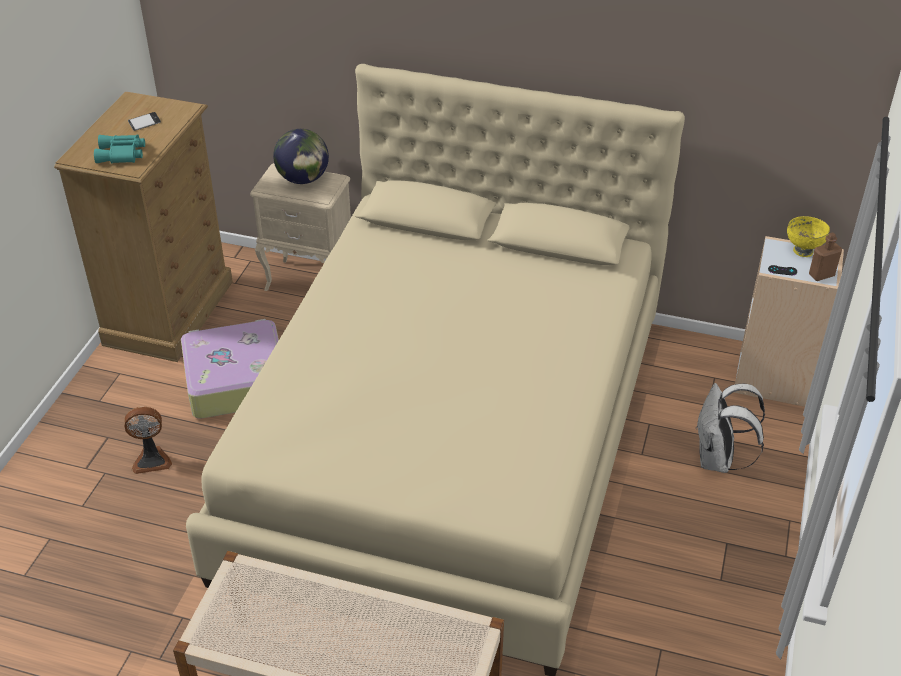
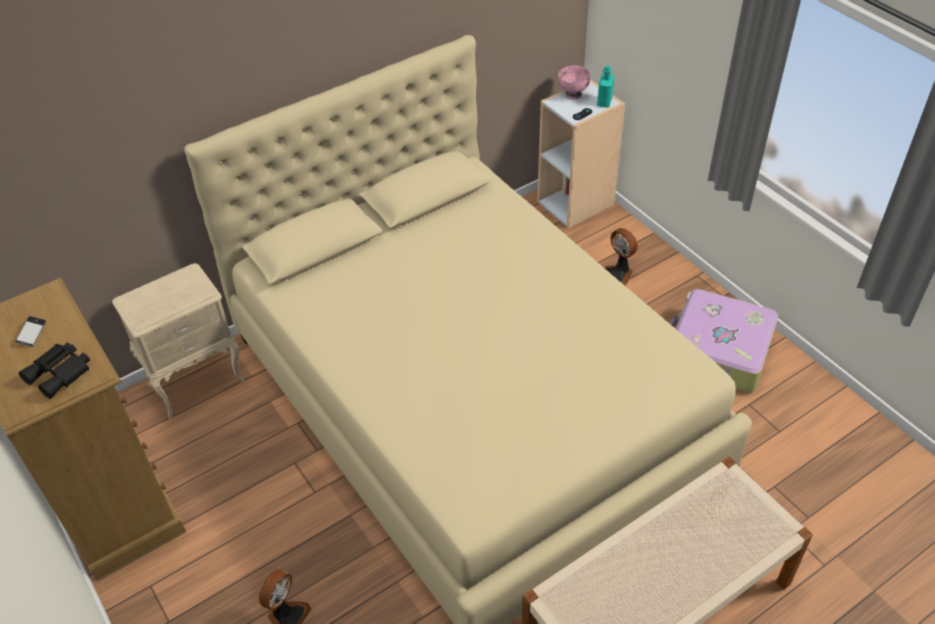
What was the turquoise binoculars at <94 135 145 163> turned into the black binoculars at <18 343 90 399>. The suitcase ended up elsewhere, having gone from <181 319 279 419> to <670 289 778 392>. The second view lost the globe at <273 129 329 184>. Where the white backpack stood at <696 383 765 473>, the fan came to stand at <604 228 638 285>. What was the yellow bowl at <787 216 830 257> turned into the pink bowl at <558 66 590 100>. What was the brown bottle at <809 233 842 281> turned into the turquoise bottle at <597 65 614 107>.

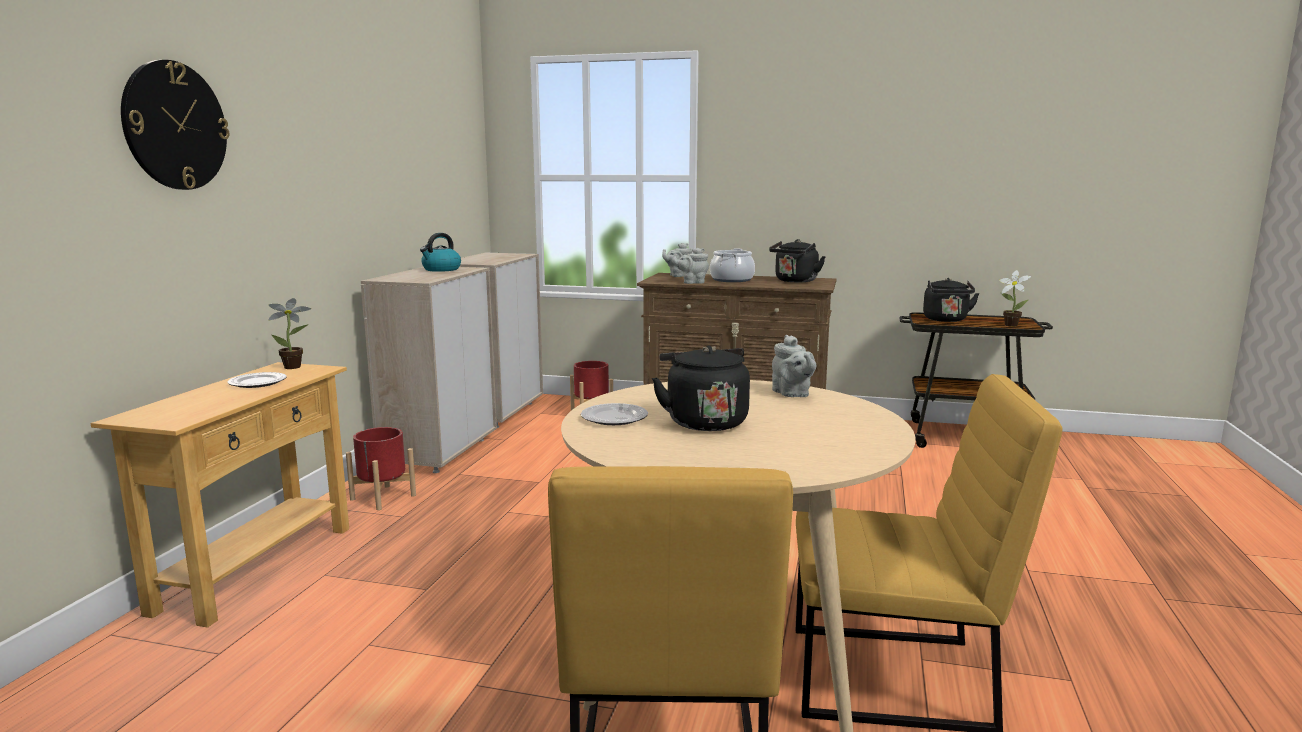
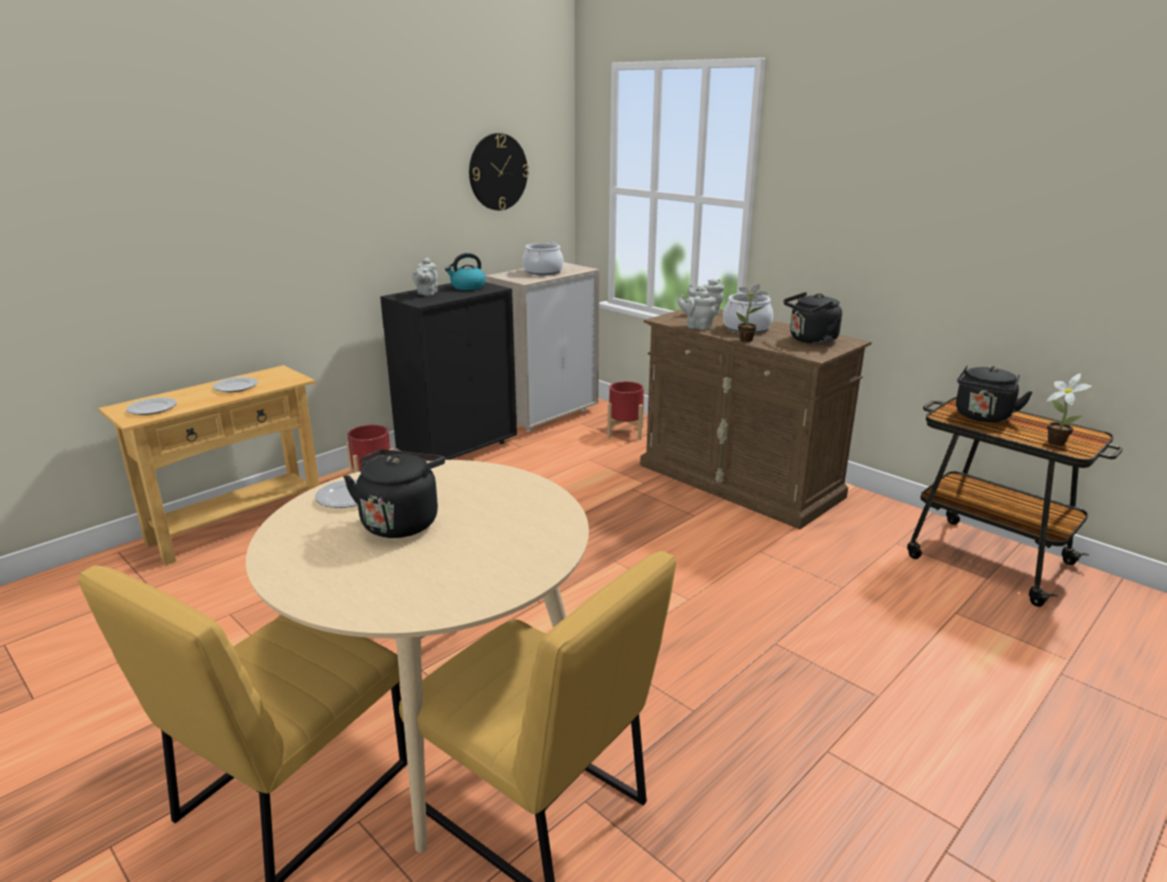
The wall clock ended up elsewhere, having gone from <121 60 229 190> to <469 133 529 211>. The potted plant ended up elsewhere, having gone from <268 298 311 369> to <735 285 770 342>. What was the beige cabinet at <361 267 497 473> turned into the black cabinet at <380 282 517 460>. The grey teapot ended up elsewhere, having gone from <772 335 817 397> to <412 257 438 296>. The second view gained the plate at <126 398 177 415>. The second view gained the cooking pot at <522 242 564 275>.

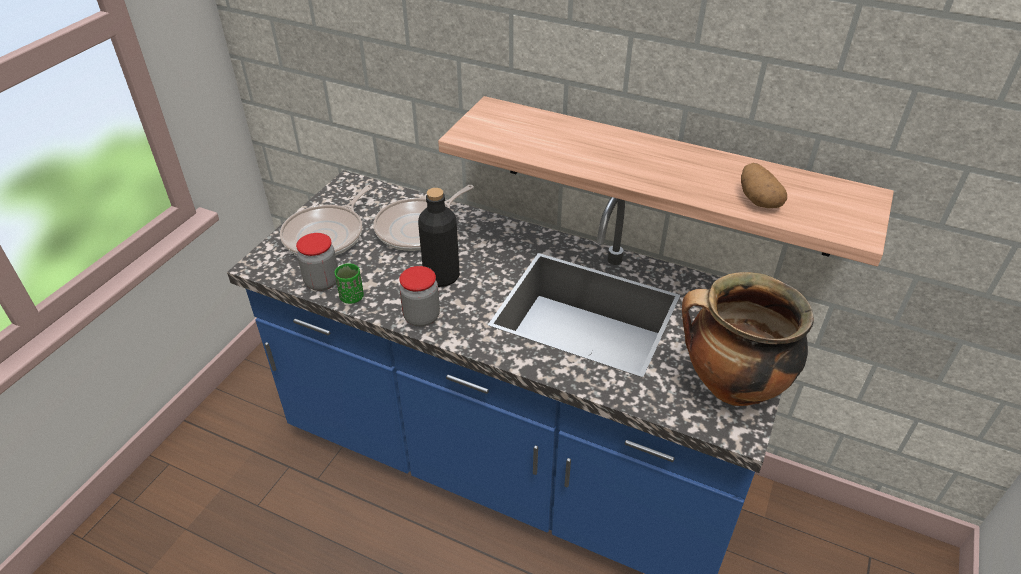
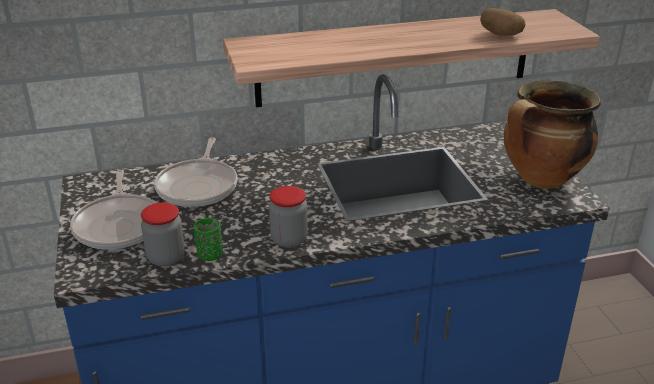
The second view lost the black bottle at <418 188 460 287>.

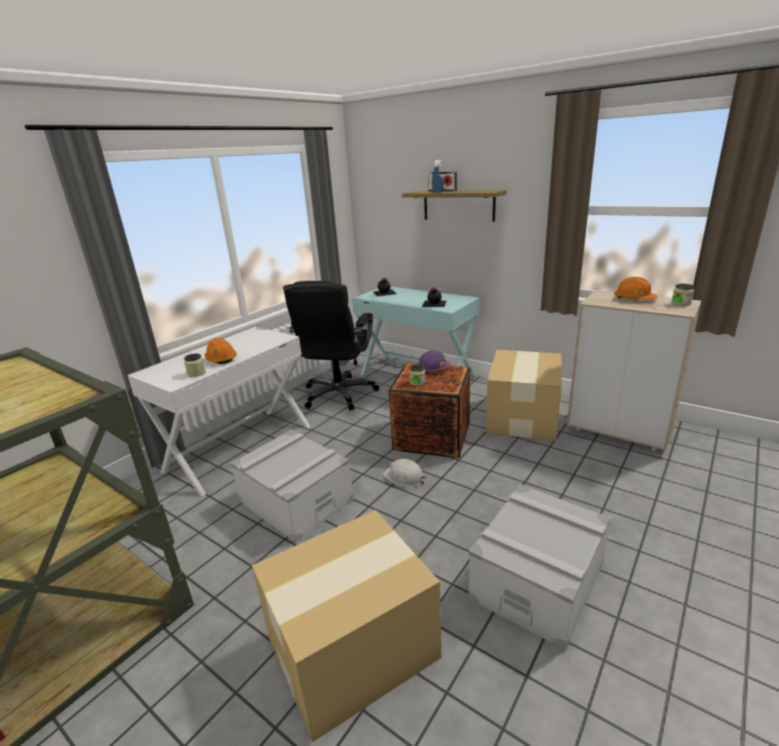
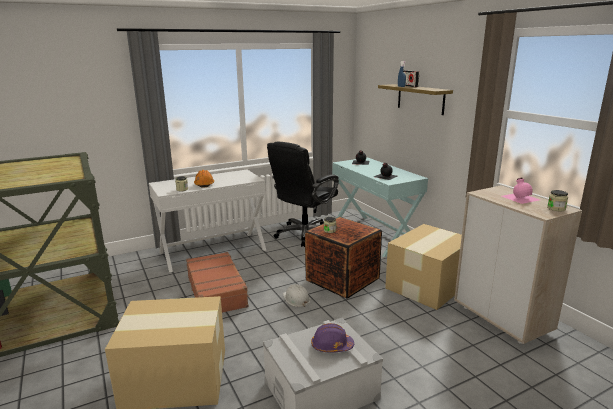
Where the grey storage box stood at <230 430 354 543>, the brown suitcase came to stand at <186 252 250 313>. The purple hard hat ended up elsewhere, having gone from <419 350 451 373> to <311 323 354 353>. Where the orange hard hat stood at <614 277 658 300>, the pink bottle came to stand at <502 178 540 204>.

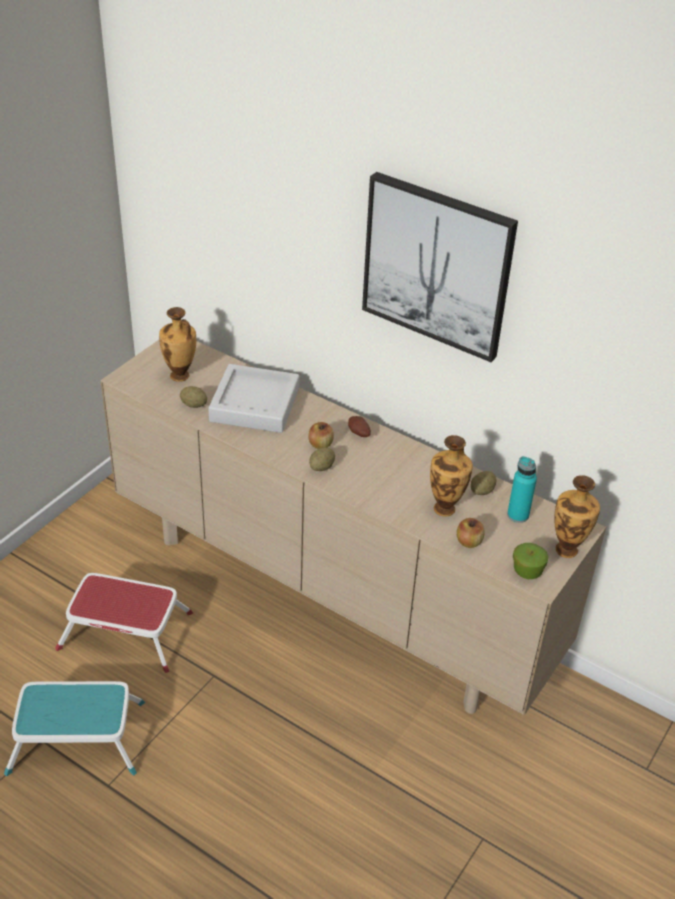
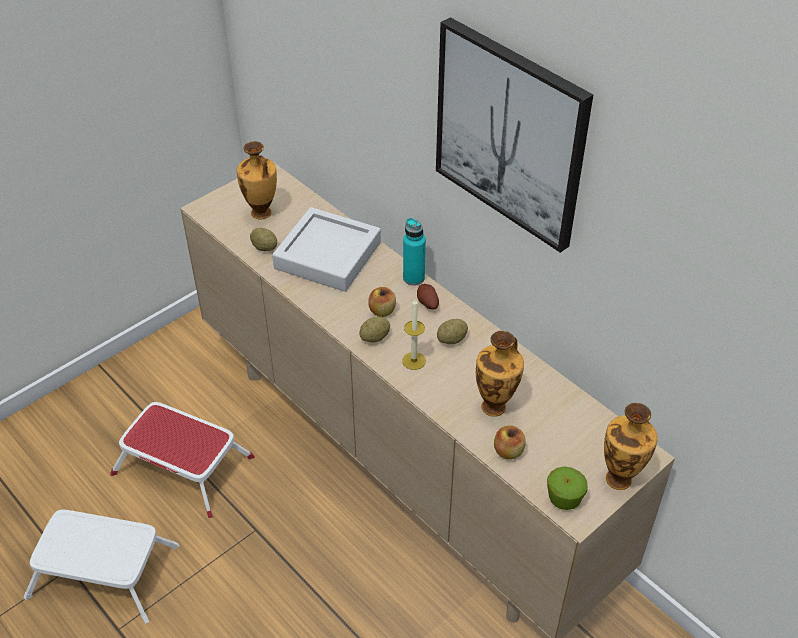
What was the turquoise step ladder at <4 681 145 776> turned into the white step ladder at <24 510 180 624>. The potato ended up elsewhere, having gone from <471 471 497 495> to <437 319 468 344>. The turquoise bottle ended up elsewhere, having gone from <507 456 537 523> to <403 218 426 286>. The second view gained the candle at <402 299 426 370>.

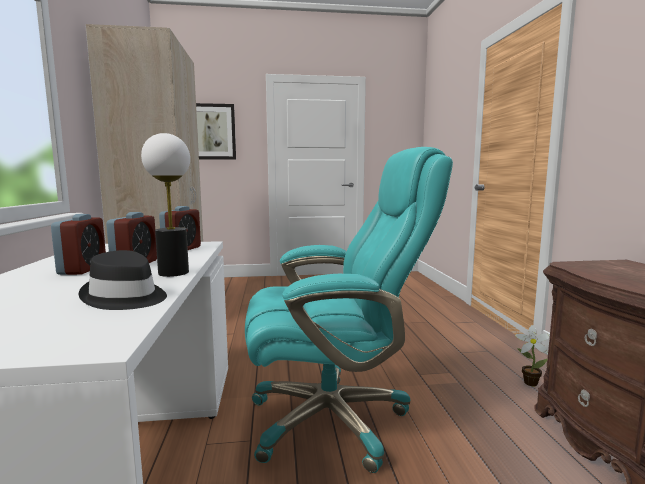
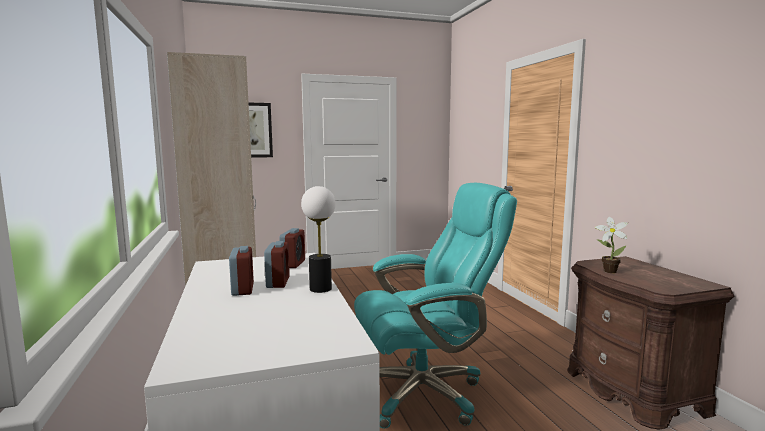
The second view lost the black hat at <79 250 167 310>. The potted plant ended up elsewhere, having gone from <515 325 550 386> to <595 217 628 273>.

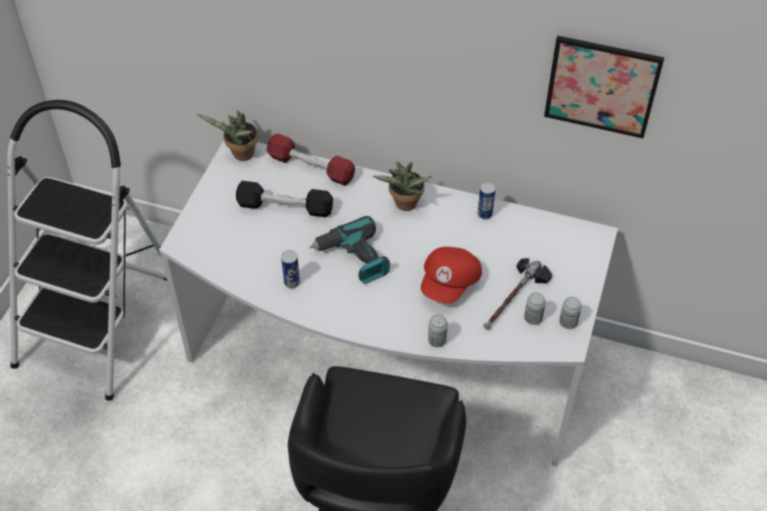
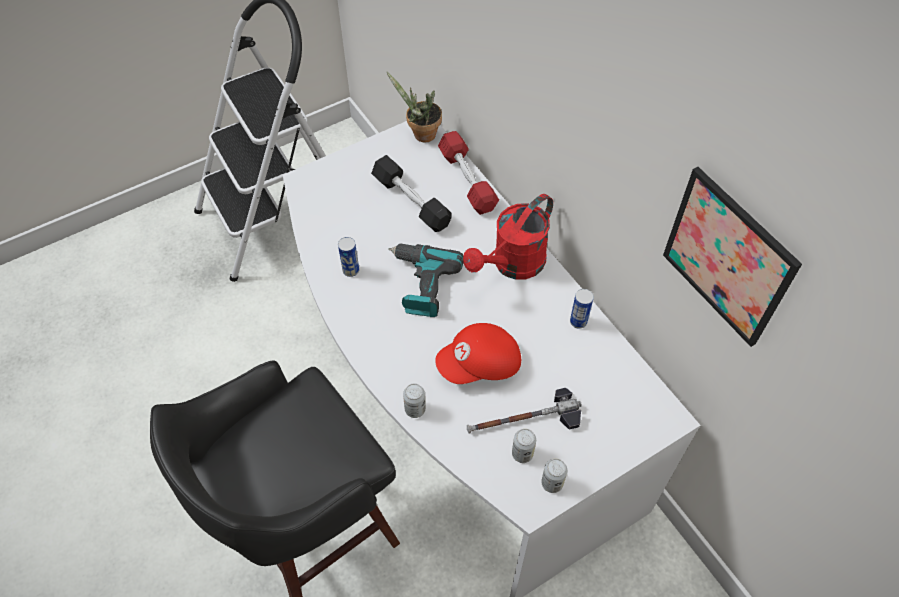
Where the potted plant stood at <373 161 432 211>, the red watering can came to stand at <463 194 553 280>.

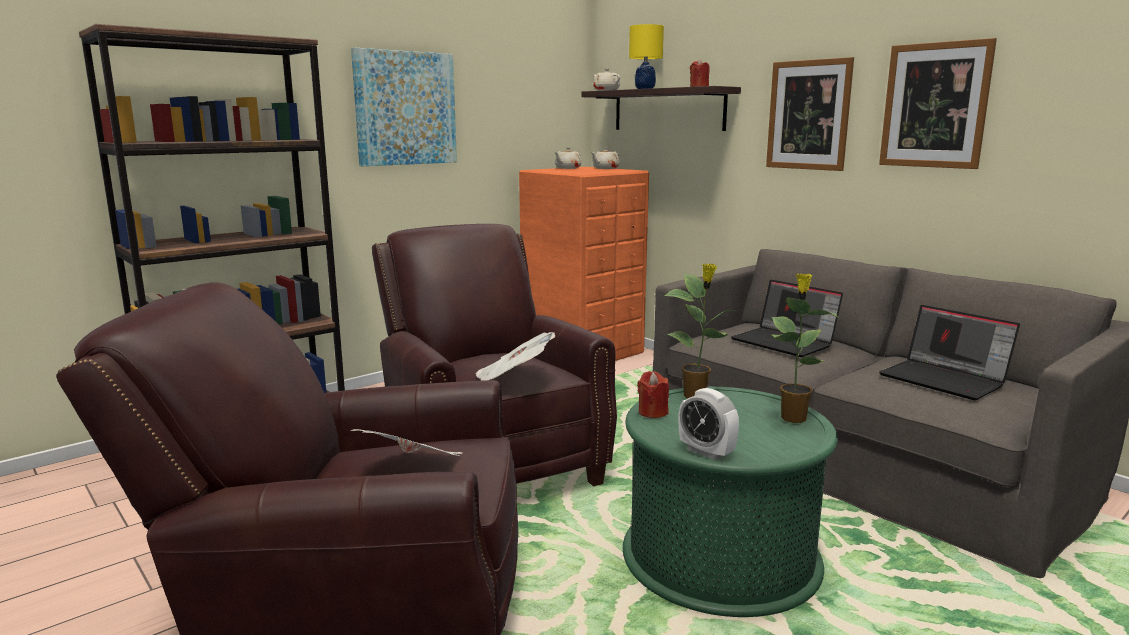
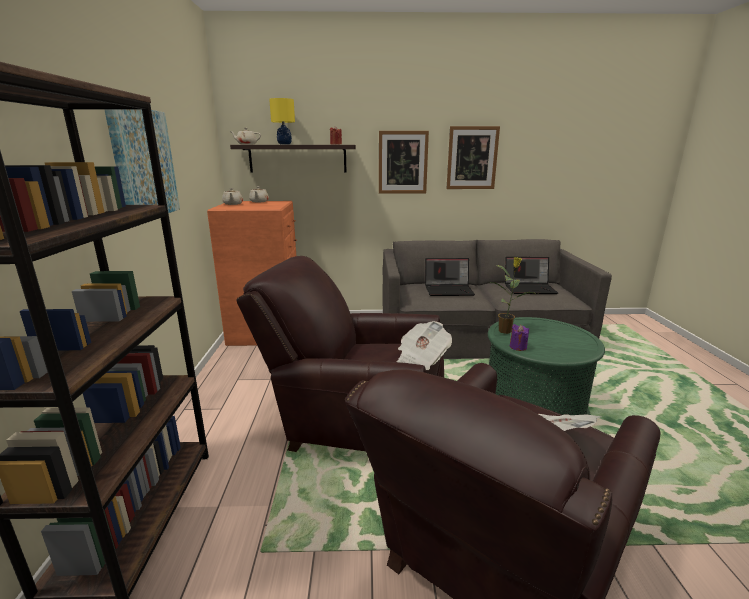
What was the red candle at <637 371 669 418> turned into the purple candle at <510 324 529 351>. The second view lost the alarm clock at <678 388 739 460>. The second view lost the potted plant at <771 273 839 423>.

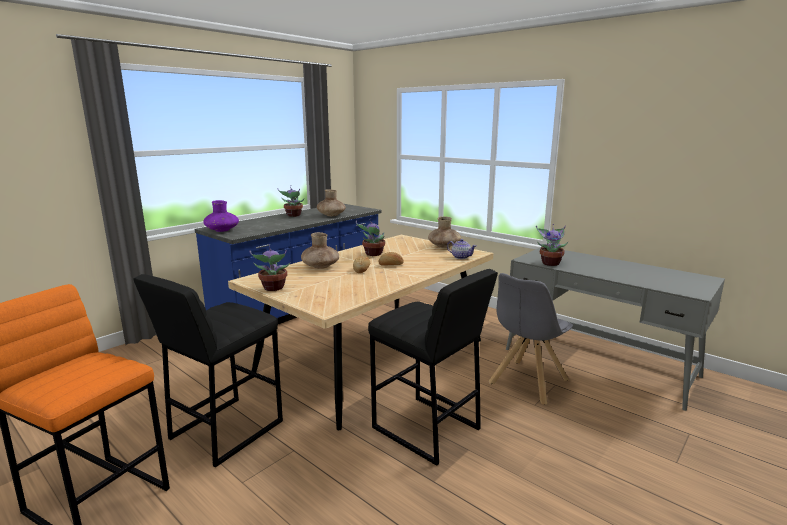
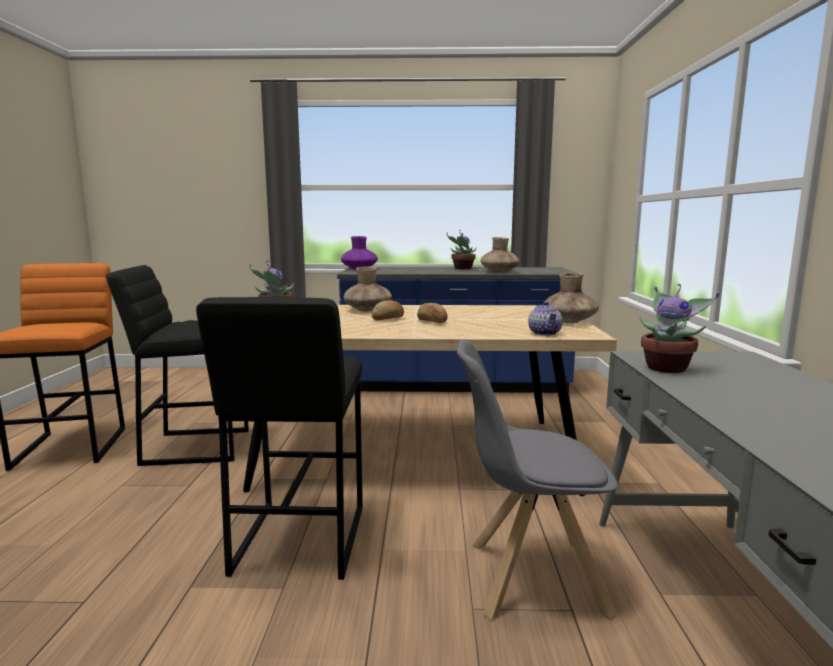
The second view lost the potted plant at <356 218 385 256>.

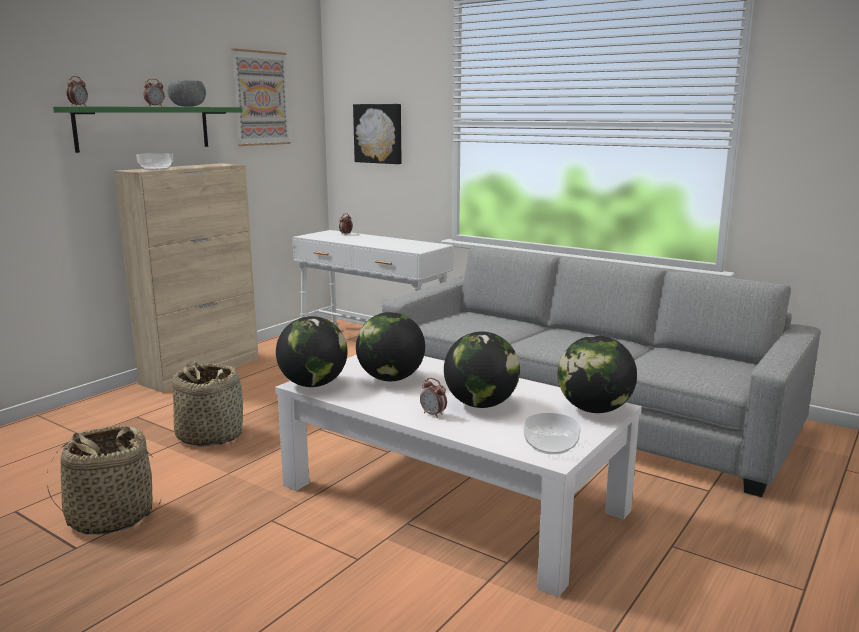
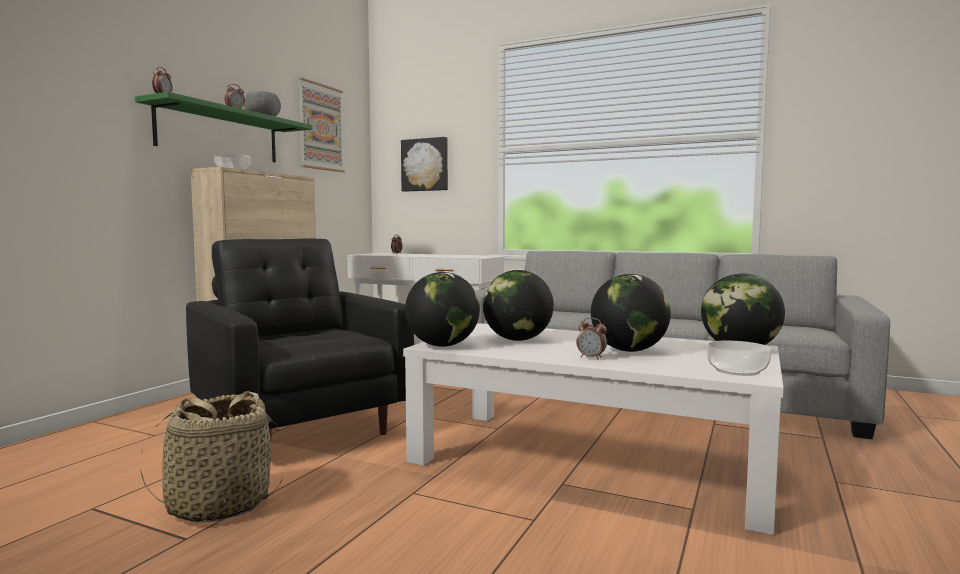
Where the basket stood at <172 361 243 447>, the black armchair came to stand at <186 238 414 439>.

